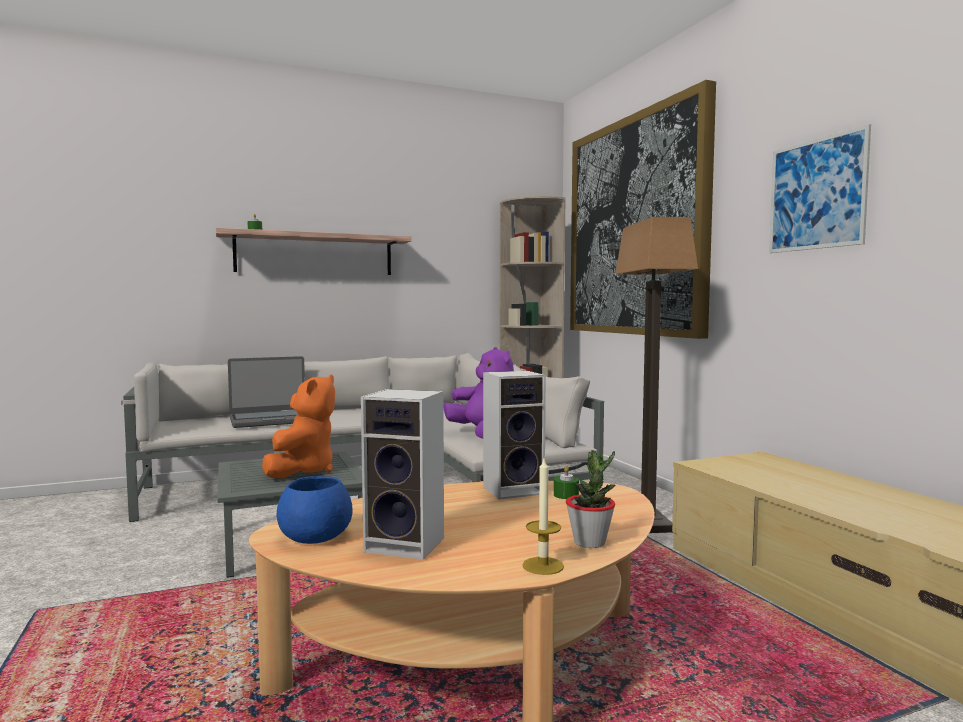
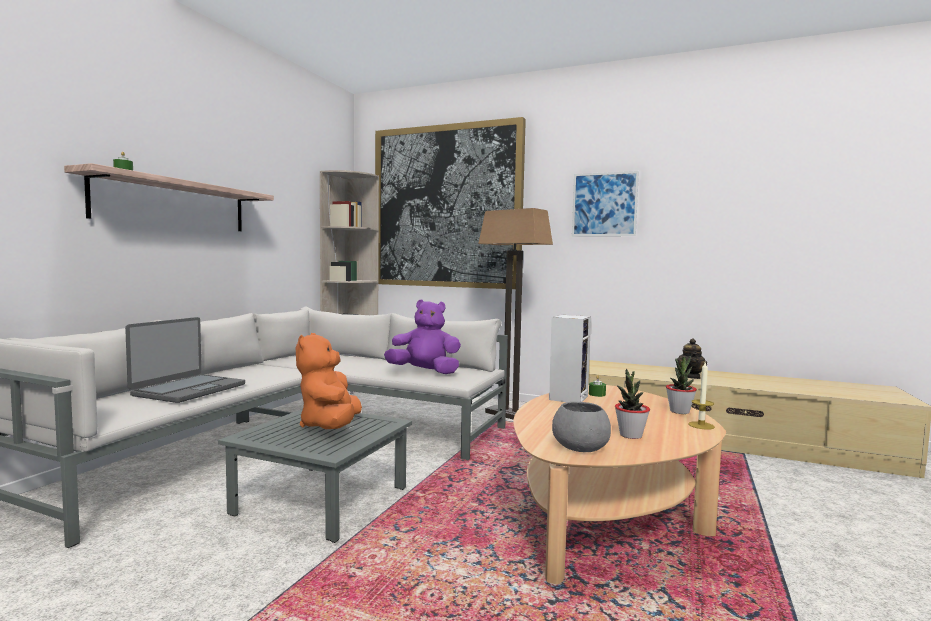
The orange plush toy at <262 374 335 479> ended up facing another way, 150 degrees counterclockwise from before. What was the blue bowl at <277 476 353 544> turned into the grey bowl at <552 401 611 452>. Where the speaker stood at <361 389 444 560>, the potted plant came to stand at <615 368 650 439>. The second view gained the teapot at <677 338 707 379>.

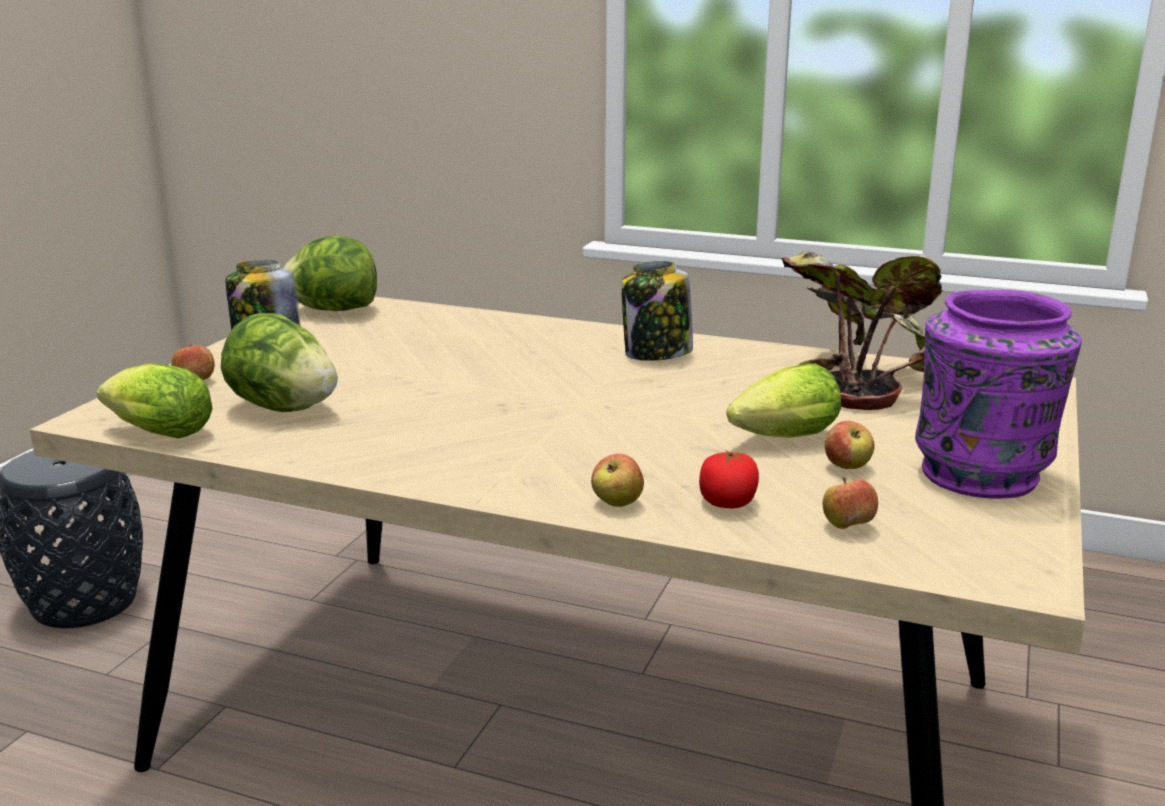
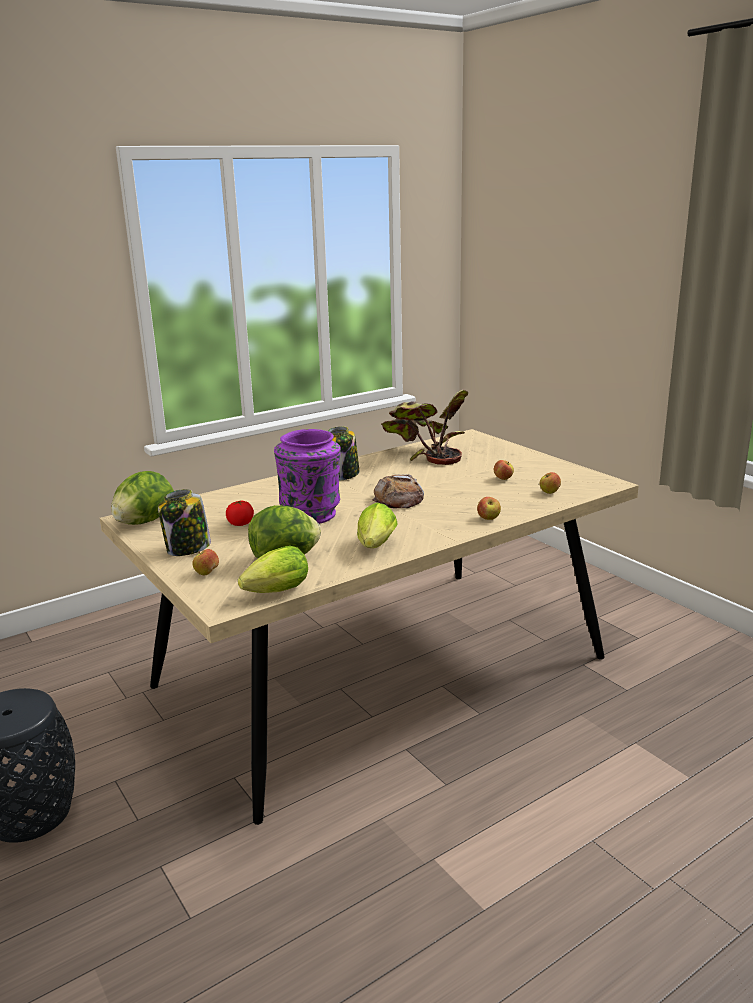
The tomato ended up elsewhere, having gone from <699 450 759 508> to <226 500 254 526>. The lettuce ended up elsewhere, having gone from <726 364 841 438> to <357 503 398 548>. The purple vase ended up elsewhere, having gone from <915 290 1082 499> to <274 429 341 524>. The second view gained the bread at <372 474 424 508>.

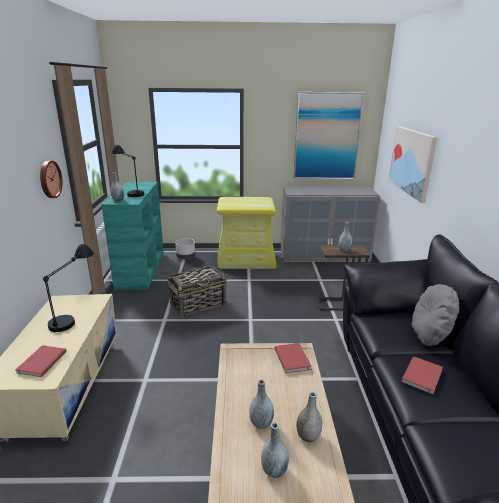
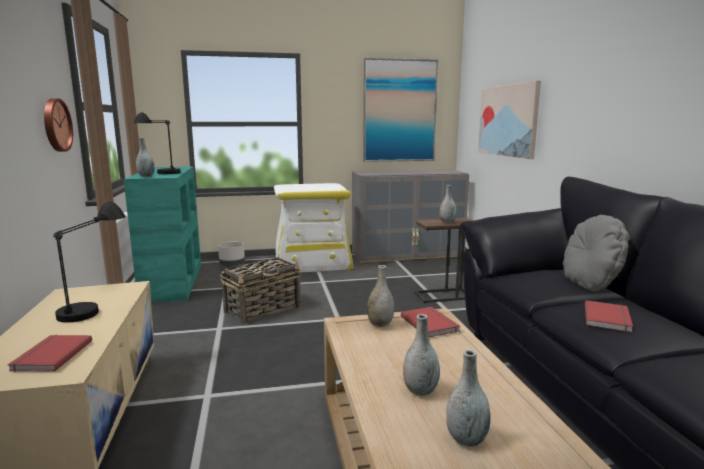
What was the yellow nightstand at <217 197 276 269> turned into the white nightstand at <274 183 353 273>. The grey vase ended up elsewhere, having gone from <297 391 322 442> to <367 265 394 327>.

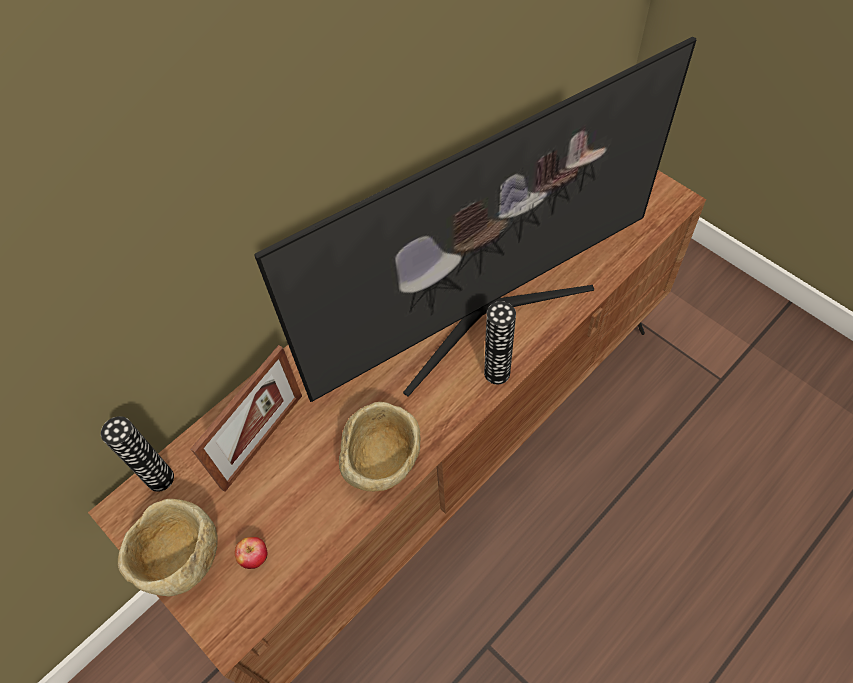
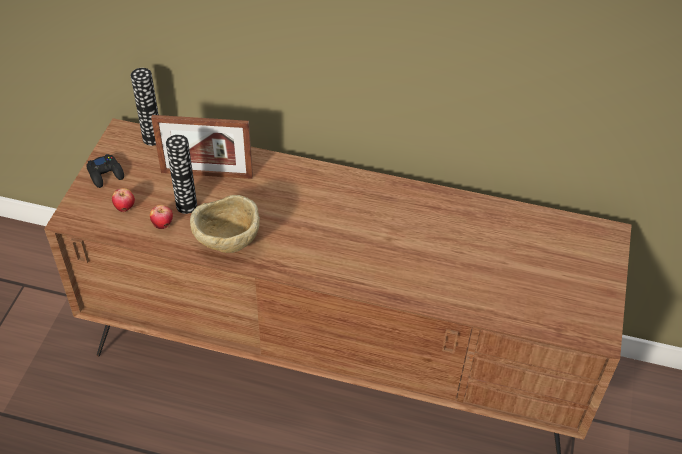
Where the beige bowl stood at <118 499 218 597>, the black game controller came to stand at <86 154 124 188>. The second view lost the television at <254 37 696 402>. The vase ended up elsewhere, having gone from <484 301 516 385> to <166 135 197 214>. The second view gained the apple at <150 204 173 229>.

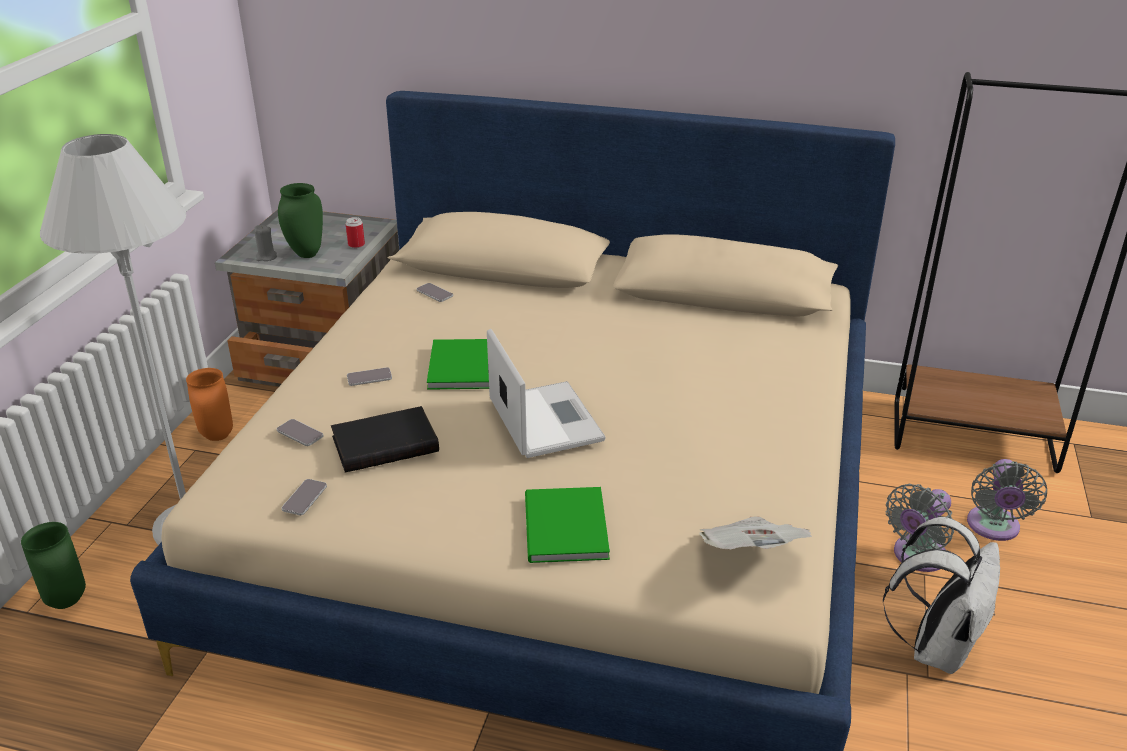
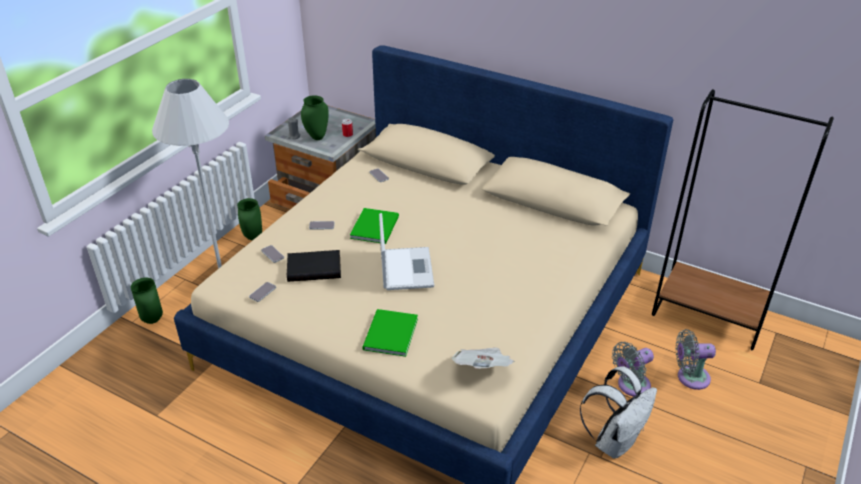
What was the orange vase at <186 368 233 441> turned into the green vase at <237 198 262 240>. The grey fan at <967 459 1047 541> ended up facing another way, 60 degrees clockwise from before.

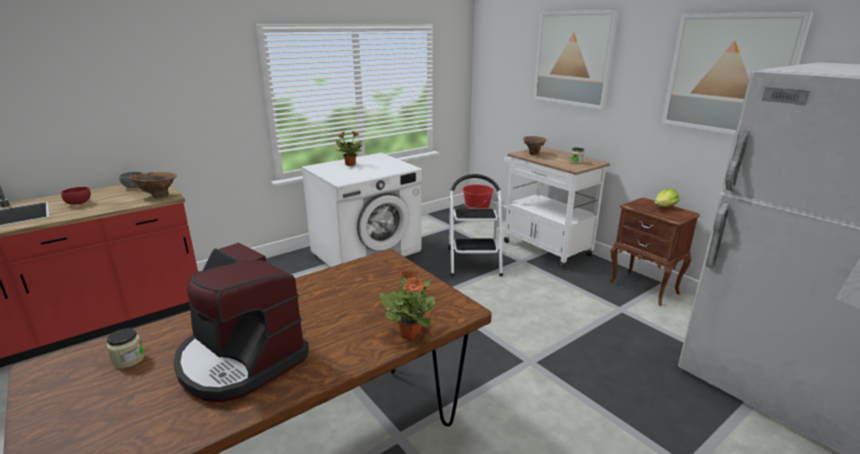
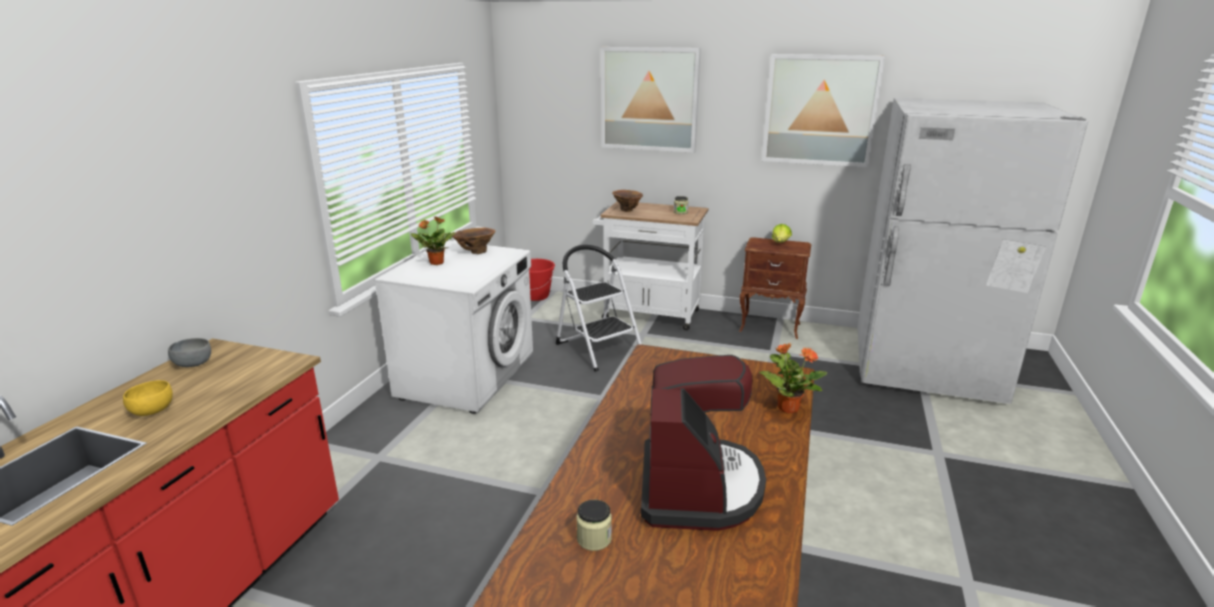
What was the red bowl at <61 187 91 205> turned into the yellow bowl at <123 380 173 416>. The brown vase ended up elsewhere, having gone from <129 172 177 198> to <452 228 495 254>. The coffee machine at <173 243 309 402> ended up facing another way, 90 degrees counterclockwise from before.

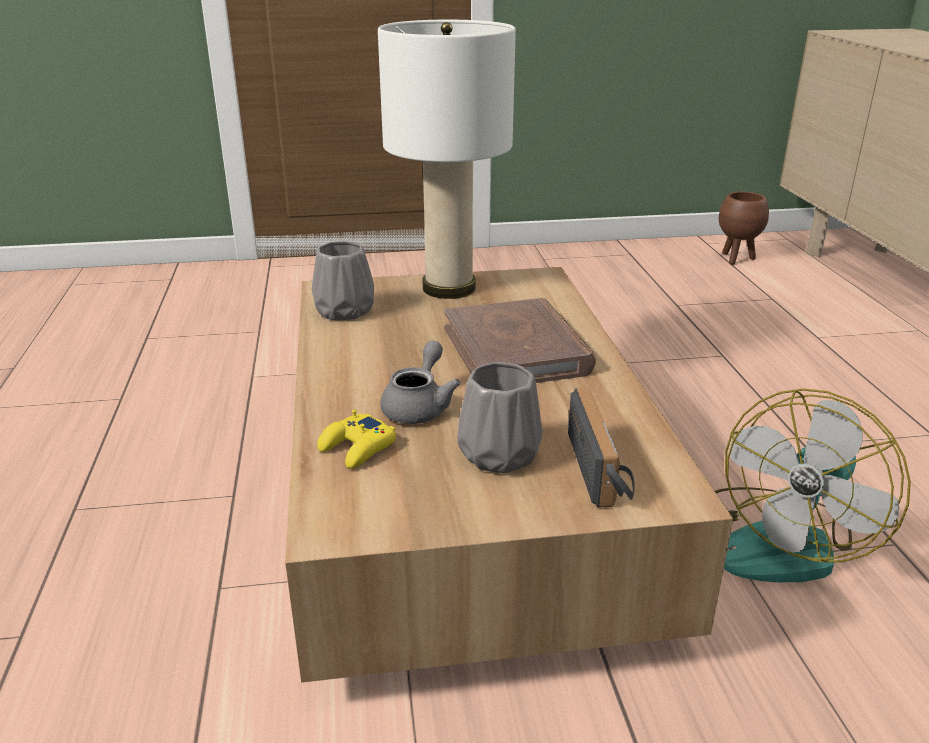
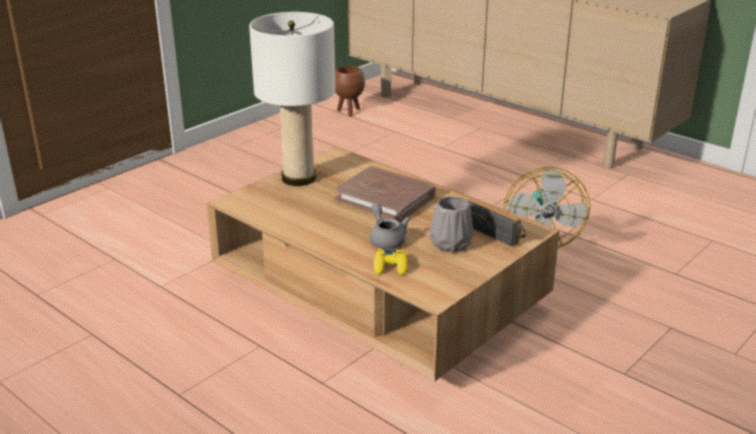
The second view lost the grey vase at <312 241 374 320>.

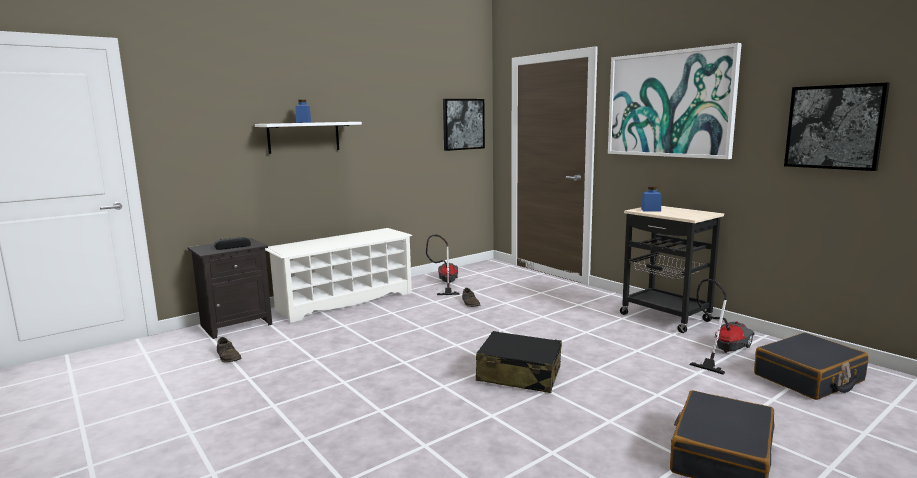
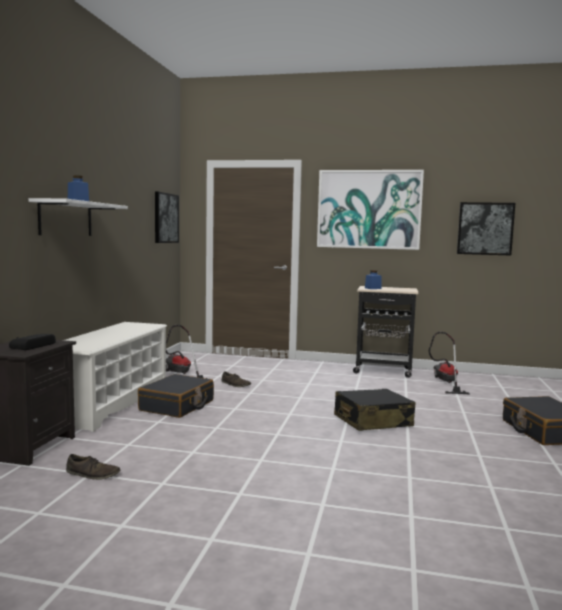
The black suitcase ended up elsewhere, having gone from <754 333 868 400> to <138 374 214 418>.

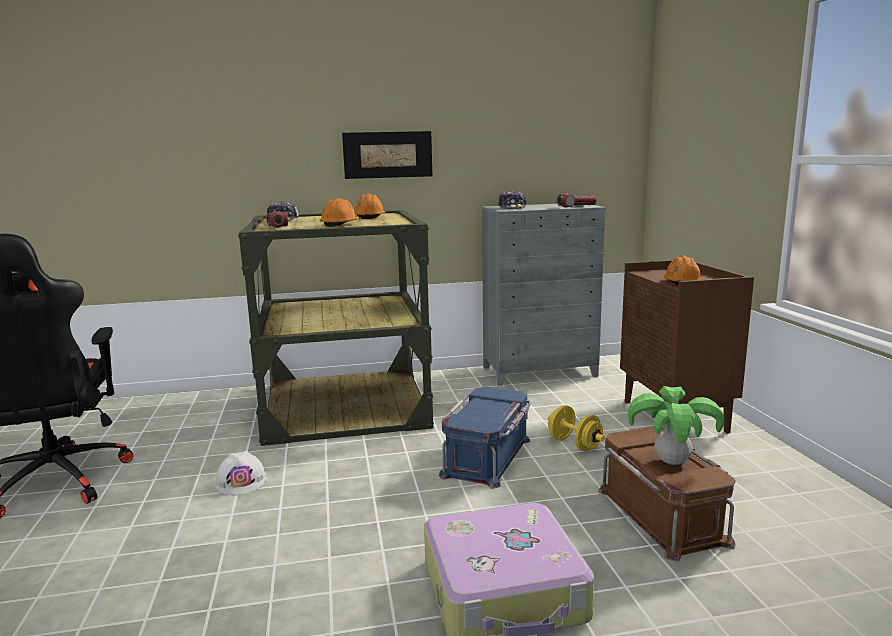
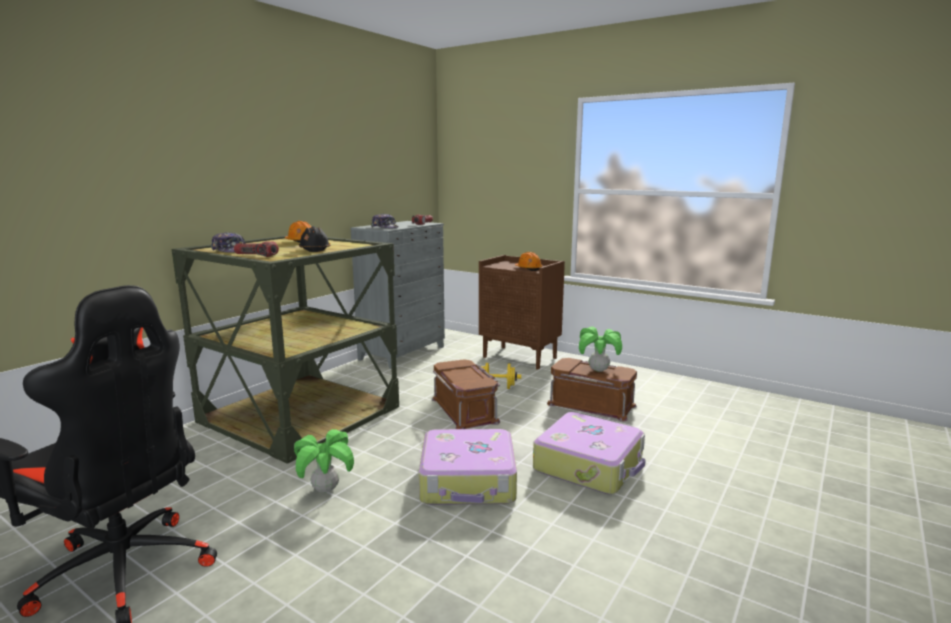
Where the white hard hat stood at <215 451 267 495>, the potted plant came to stand at <294 429 354 492>. What was the orange hard hat at <320 198 360 227> turned into the black hard hat at <298 226 331 252>. The second view lost the picture at <342 131 432 179>. What was the blue storage box at <439 387 531 489> turned into the brown storage box at <432 360 500 429>. The second view gained the suitcase at <419 429 517 505>.

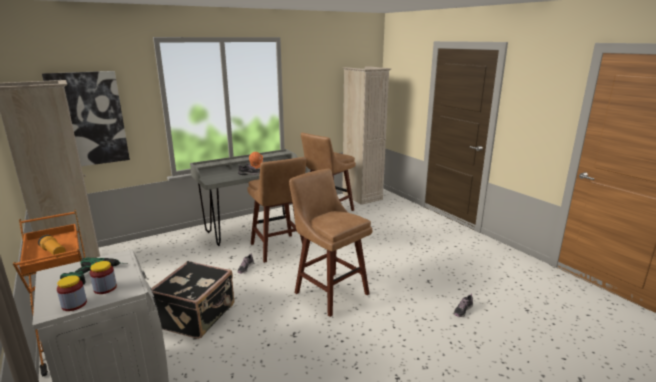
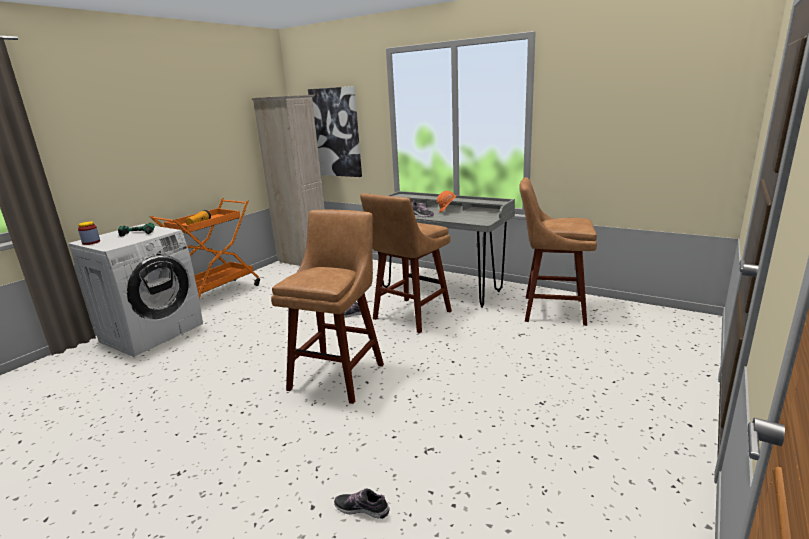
The second view lost the jar at <90 261 117 294>. The second view lost the black suitcase at <151 261 234 339>. The second view lost the beige cabinet at <343 66 392 205>.

